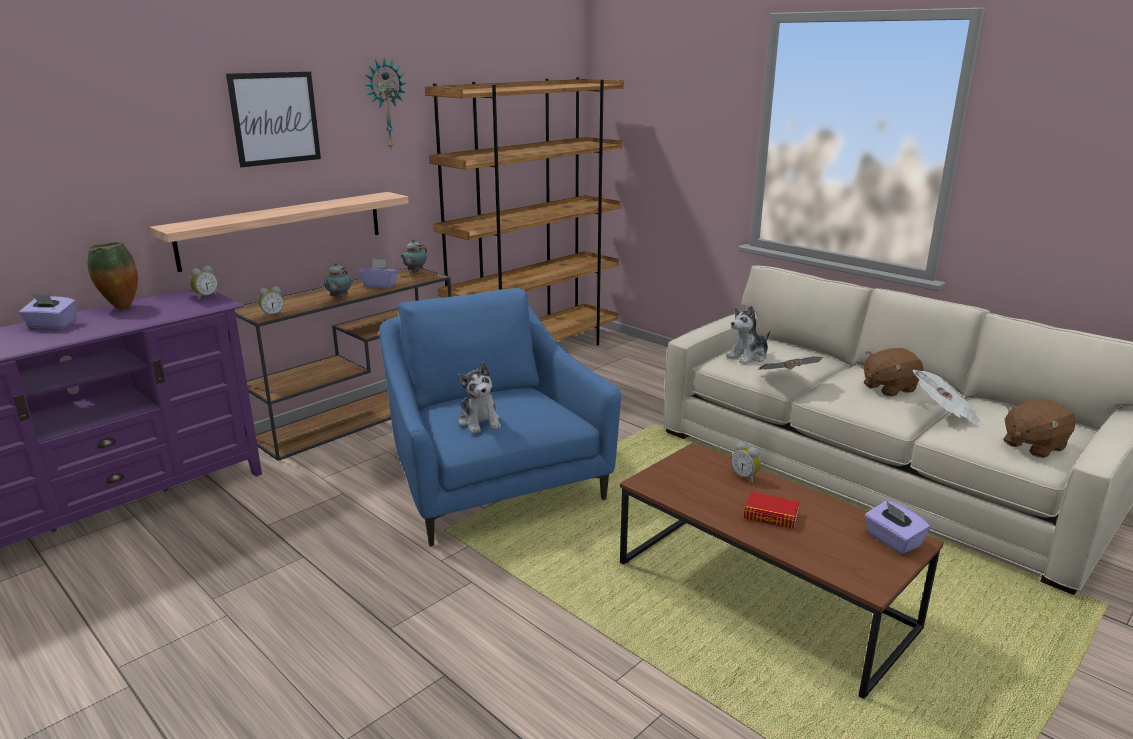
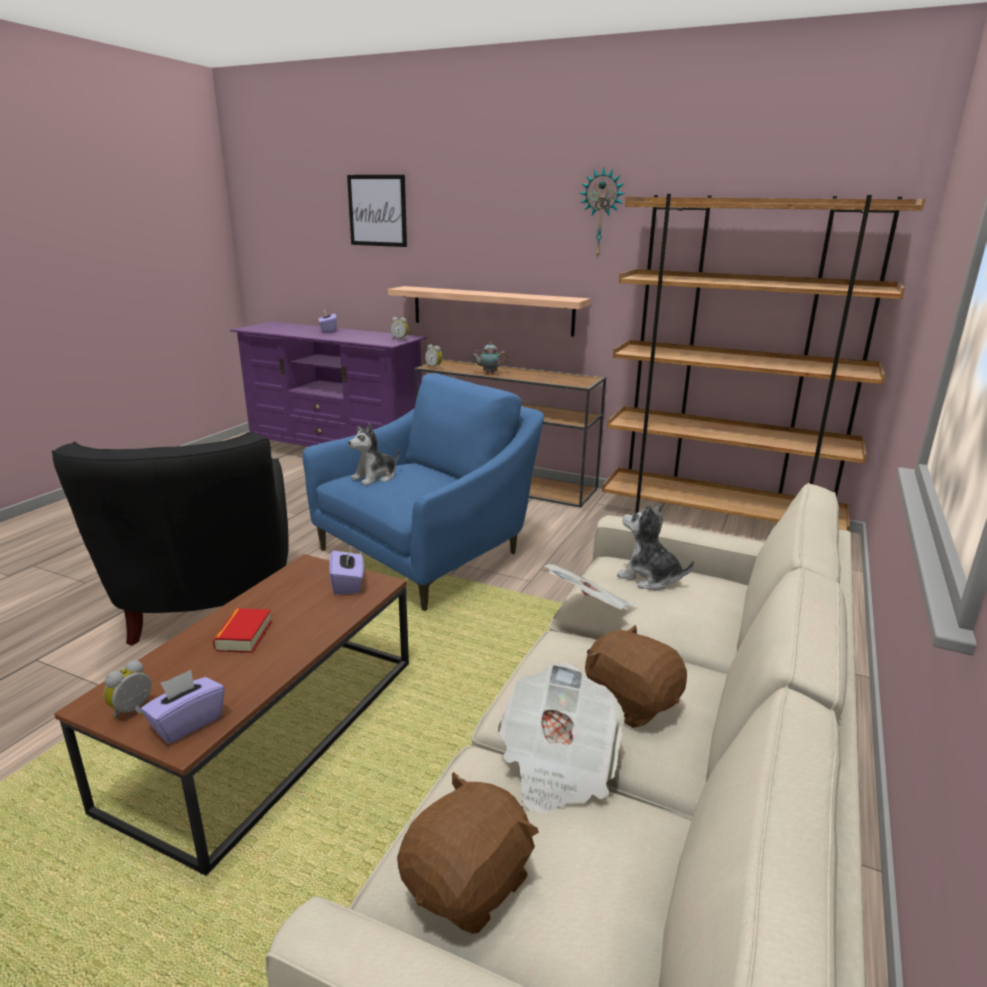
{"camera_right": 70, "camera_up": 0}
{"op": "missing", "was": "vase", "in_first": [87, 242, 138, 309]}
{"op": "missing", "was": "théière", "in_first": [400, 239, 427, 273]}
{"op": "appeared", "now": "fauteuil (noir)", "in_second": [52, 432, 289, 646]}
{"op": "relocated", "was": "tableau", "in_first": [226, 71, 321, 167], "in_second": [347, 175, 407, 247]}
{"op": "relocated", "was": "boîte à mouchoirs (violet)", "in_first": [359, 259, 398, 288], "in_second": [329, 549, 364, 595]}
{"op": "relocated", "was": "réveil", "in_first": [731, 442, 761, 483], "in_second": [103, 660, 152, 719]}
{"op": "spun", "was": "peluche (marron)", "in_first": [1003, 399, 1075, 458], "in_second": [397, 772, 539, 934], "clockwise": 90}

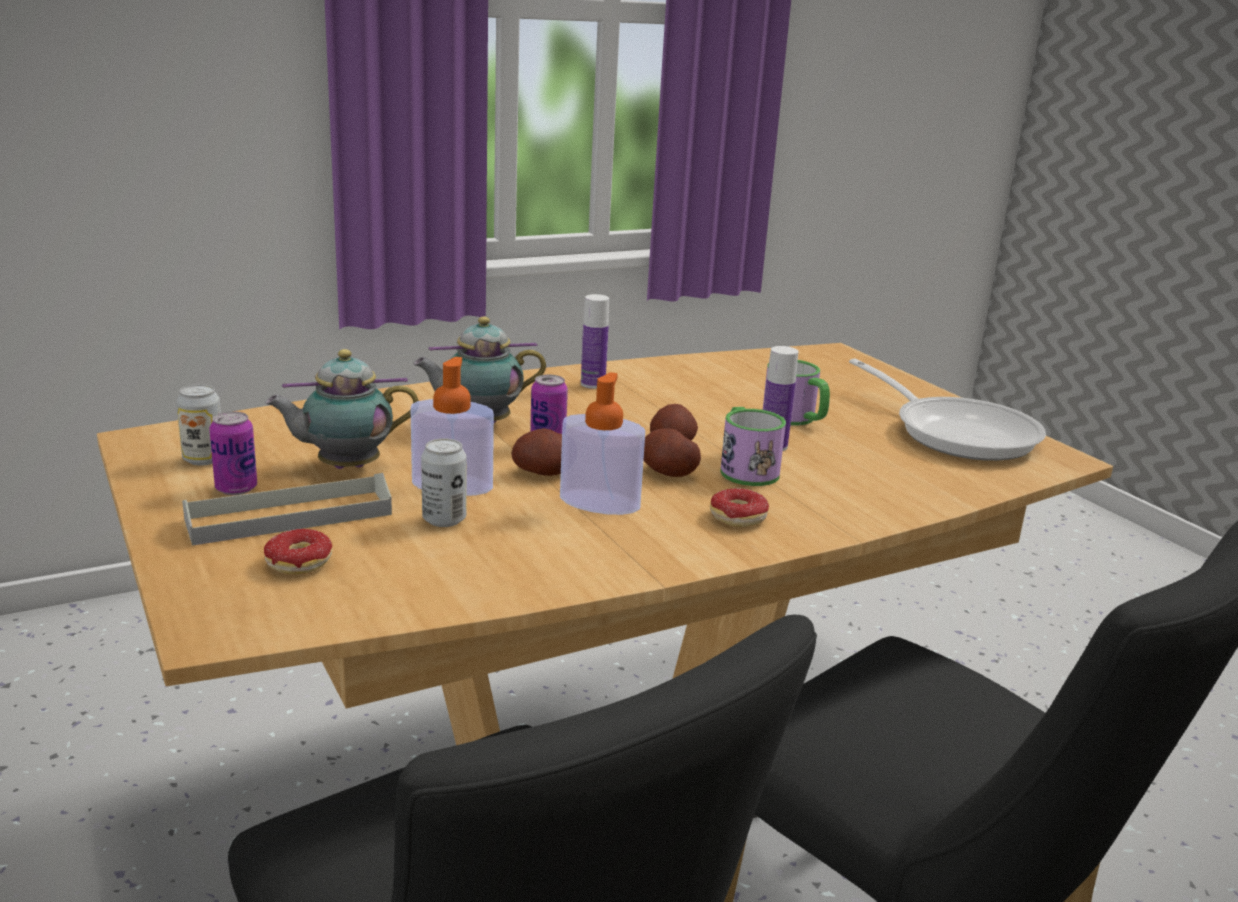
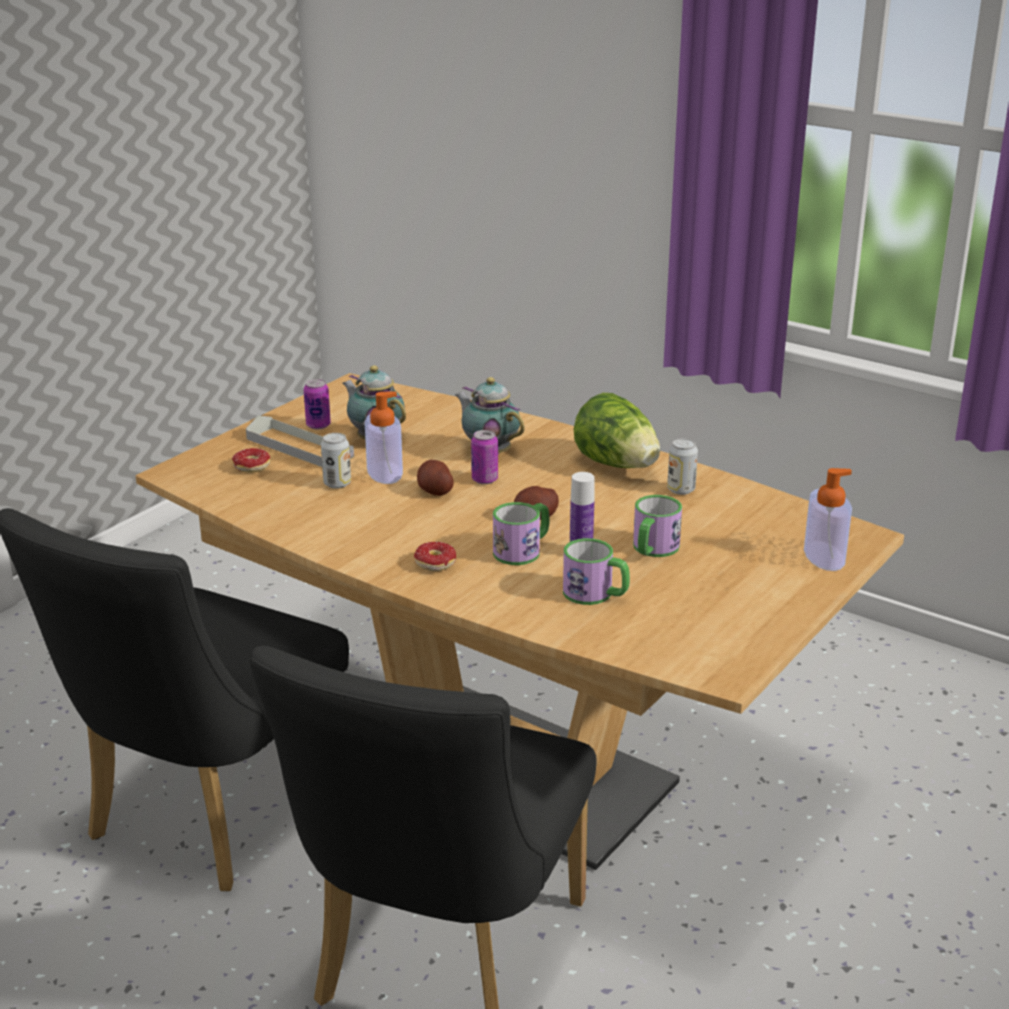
{"camera_right": 65, "camera_up": 5}
{"op": "missing", "was": "pomme de terre", "in_first": [643, 429, 701, 477]}
{"op": "missing", "was": "poêle", "in_first": [849, 359, 1046, 461]}
{"op": "appeared", "now": "mug", "in_second": [563, 538, 630, 605]}
{"op": "relocated", "was": "boîte métallique", "in_first": [176, 384, 221, 466], "in_second": [667, 438, 698, 495]}
{"op": "relocated", "was": "distributeur de savon", "in_first": [560, 372, 645, 515], "in_second": [804, 468, 852, 571]}
{"op": "exchanged", "was": "bouteille", "now": "laitue", "in_first": [581, 294, 609, 389], "in_second": [574, 393, 660, 468]}

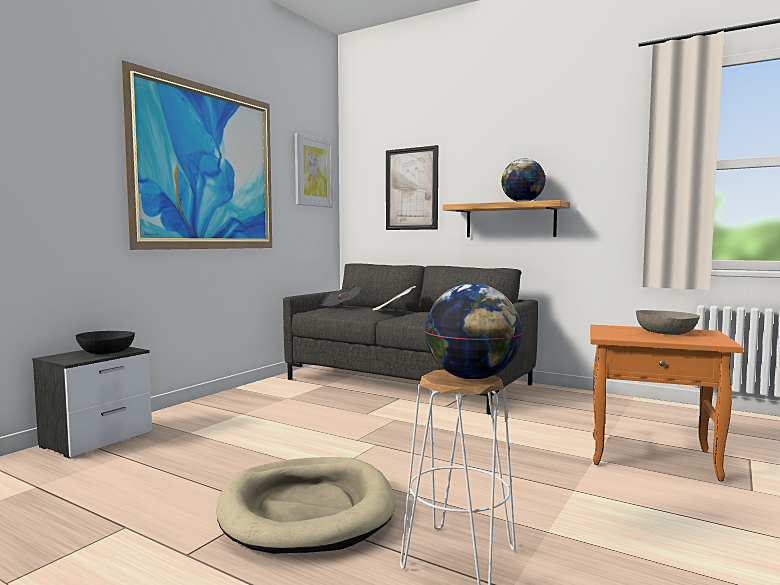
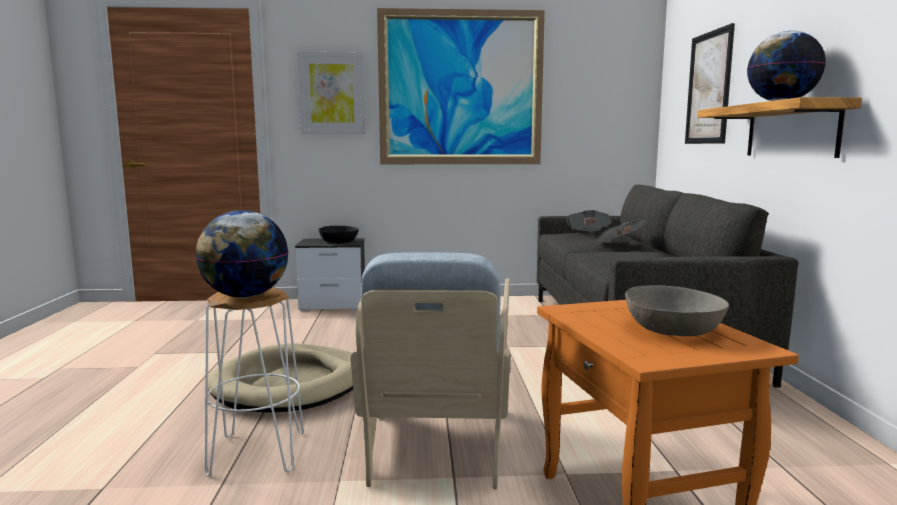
{"camera_right": 55, "camera_up": 5}
{"op": "appeared", "now": "fauteuil (beige)", "in_second": [351, 252, 511, 489]}
{"op": "relocated", "was": "tableau", "in_first": [295, 133, 333, 208], "in_second": [297, 52, 366, 134]}

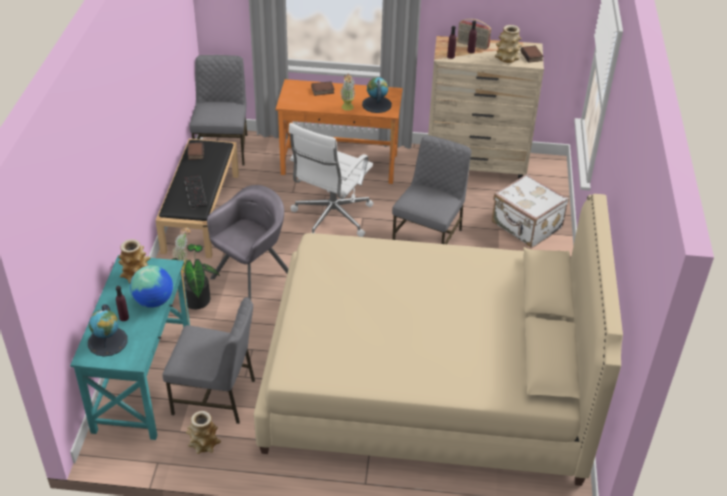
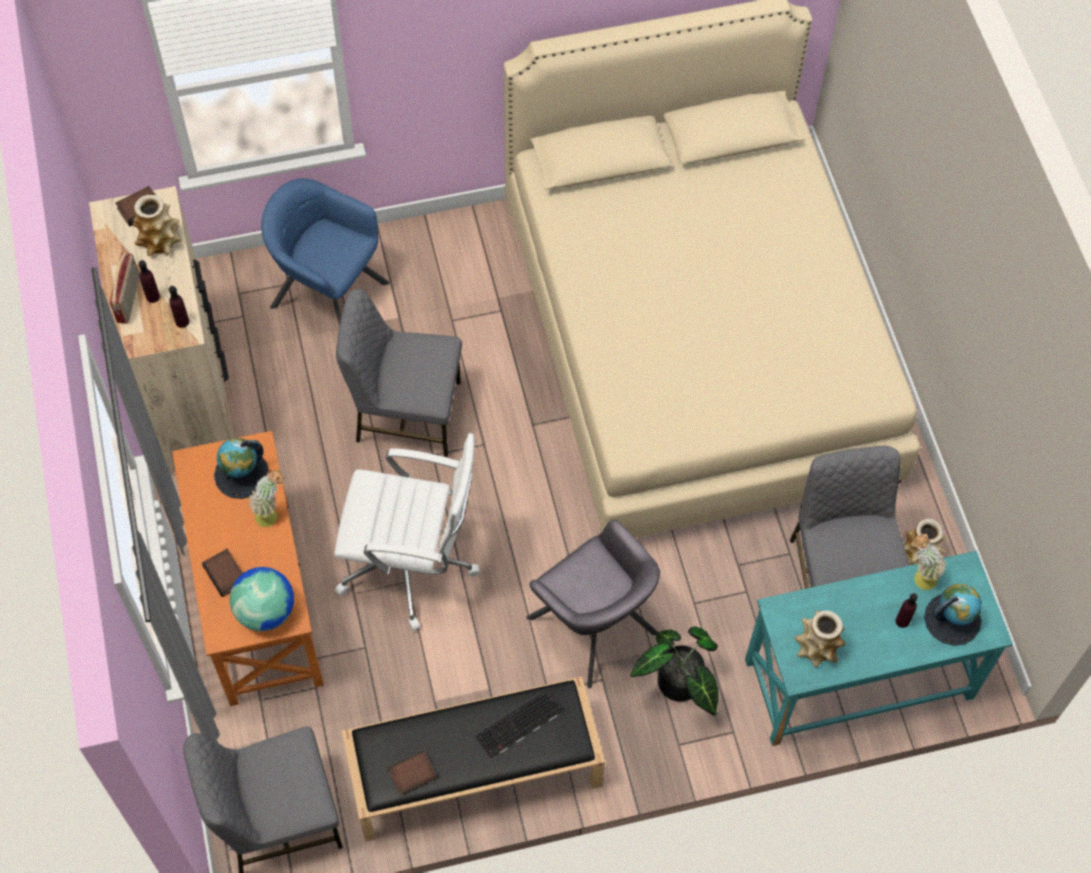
{"camera_right": -110, "camera_up": 20}
{"op": "relocated", "was": "globe", "in_first": [130, 265, 173, 308], "in_second": [230, 567, 294, 631]}
{"op": "relocated", "was": "plante en pot", "in_first": [172, 226, 191, 273], "in_second": [913, 533, 946, 590]}
{"op": "exchanged", "was": "valise (blanc)", "now": "fauteuil (bleu)", "in_first": [492, 174, 569, 248], "in_second": [261, 178, 390, 325]}
{"op": "spun", "was": "fauteuil (gris)", "in_first": [207, 185, 289, 300], "in_second": [526, 520, 660, 688], "clockwise": -150}

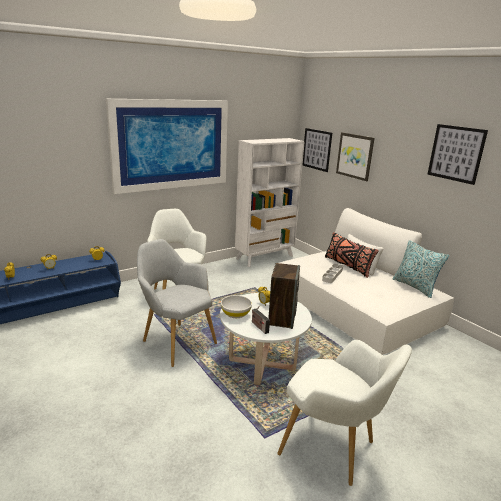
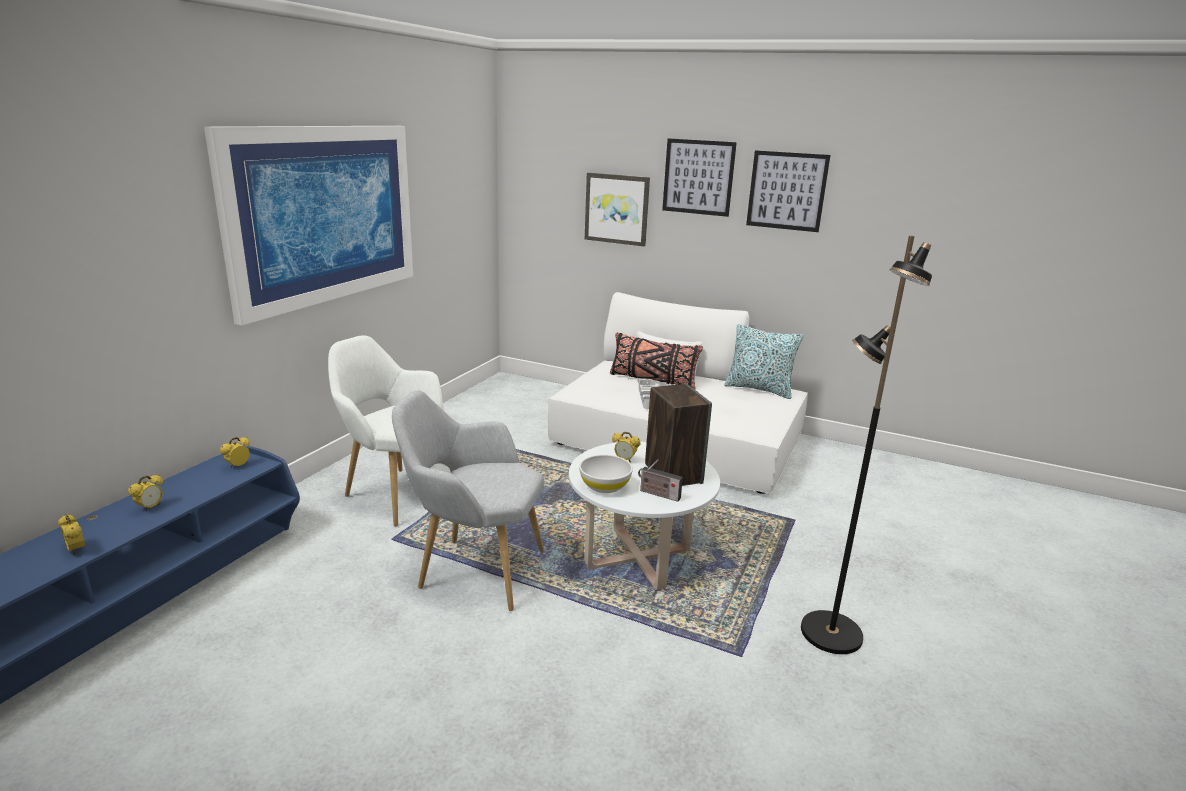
{"camera_right": -30, "camera_up": 0}
{"op": "missing", "was": "bibliothèque (blanc)", "in_first": [235, 138, 305, 267]}
{"op": "relocated", "was": "tableau", "in_first": [302, 128, 332, 172], "in_second": [662, 138, 737, 217]}
{"op": "exchanged", "was": "fauteuil (blanc)", "now": "lampadaire (noir)", "in_first": [278, 340, 412, 486], "in_second": [801, 235, 932, 654]}

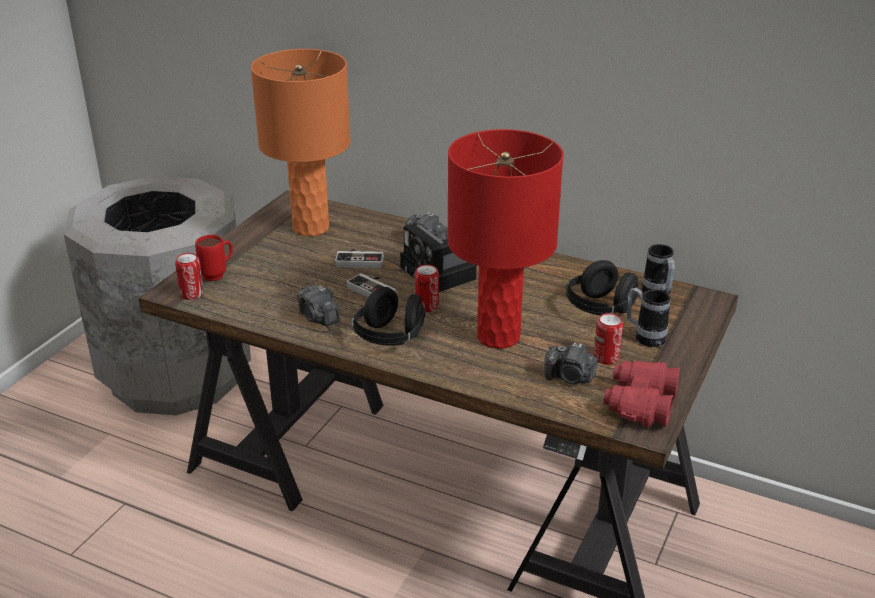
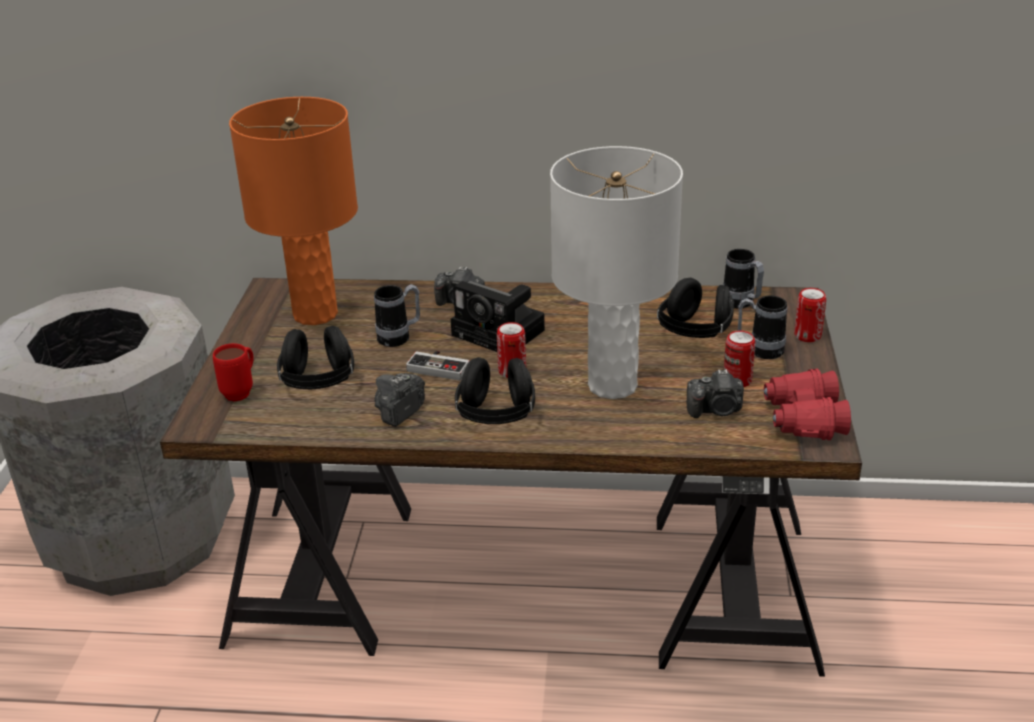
{"camera_right": -20, "camera_up": 0}
{"op": "appeared", "now": "casque audio (noir)", "in_second": [277, 326, 354, 389]}
{"op": "relocated", "was": "boîte métallique", "in_first": [175, 253, 204, 300], "in_second": [794, 288, 826, 342]}
{"op": "exchanged", "was": "manette", "now": "mug", "in_first": [335, 248, 384, 268], "in_second": [374, 284, 420, 347]}
{"op": "colour", "was": "lampe de table (rouge)", "now": "lampe de table (blanc)", "in_first": [447, 129, 564, 349], "in_second": [550, 146, 683, 399]}
{"op": "spun", "was": "appareil photo", "in_first": [297, 285, 340, 326], "in_second": [375, 373, 425, 427], "clockwise": 90}

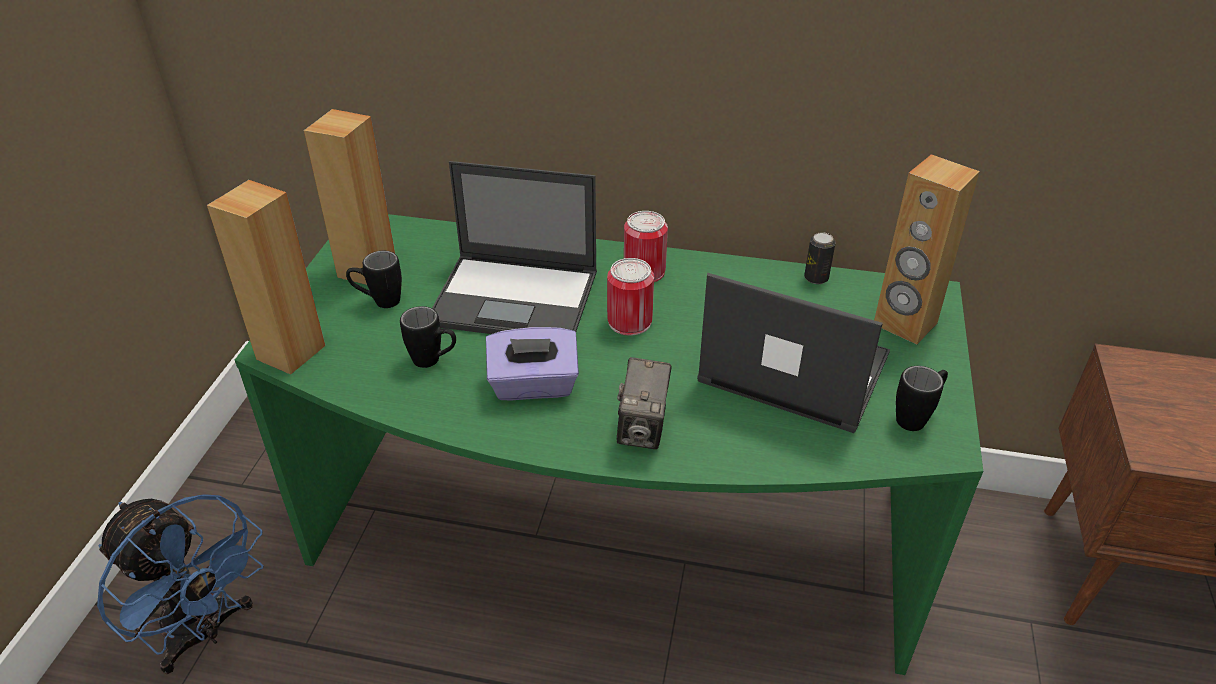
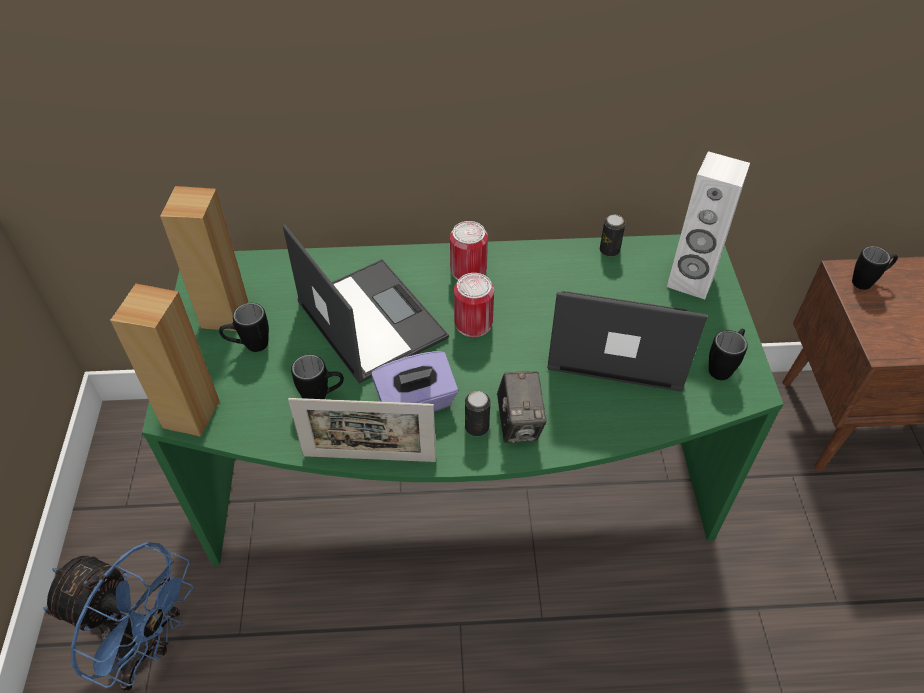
{"camera_right": -15, "camera_up": 10}
{"op": "appeared", "now": "cadre photo", "in_second": [288, 398, 436, 462]}
{"op": "appeared", "now": "boîte métallique", "in_second": [465, 391, 490, 436]}
{"op": "appeared", "now": "mug (noir)", "in_second": [852, 246, 898, 290]}
{"op": "colour", "was": "enceinte (marron)", "now": "enceinte (blanc)", "in_first": [874, 154, 980, 344], "in_second": [667, 151, 750, 299]}
{"op": "spun", "was": "ordinateur portable", "in_first": [432, 161, 597, 334], "in_second": [283, 224, 449, 384], "clockwise": -120}

